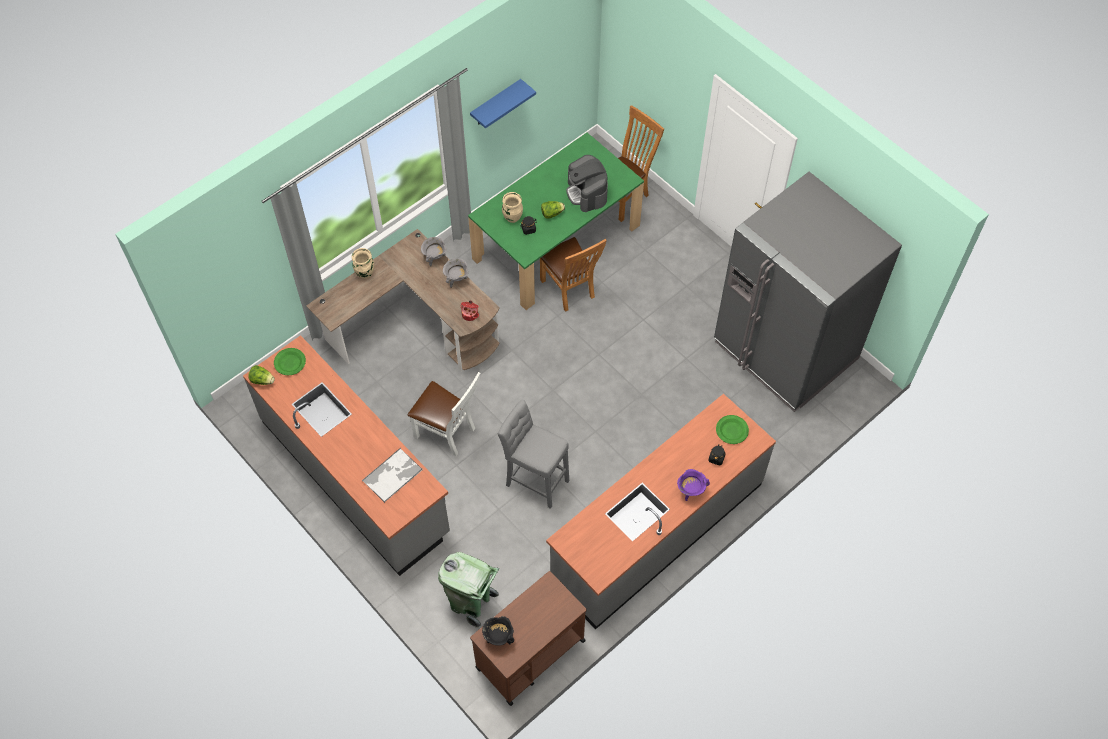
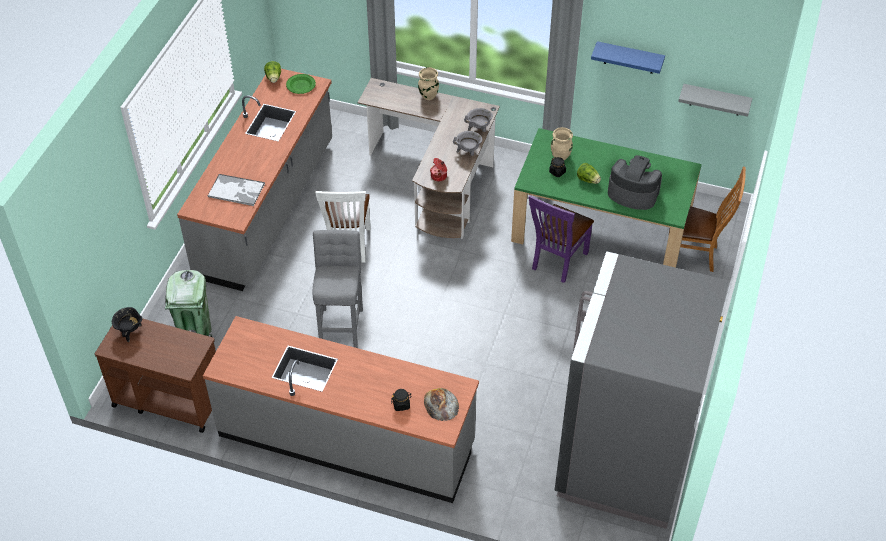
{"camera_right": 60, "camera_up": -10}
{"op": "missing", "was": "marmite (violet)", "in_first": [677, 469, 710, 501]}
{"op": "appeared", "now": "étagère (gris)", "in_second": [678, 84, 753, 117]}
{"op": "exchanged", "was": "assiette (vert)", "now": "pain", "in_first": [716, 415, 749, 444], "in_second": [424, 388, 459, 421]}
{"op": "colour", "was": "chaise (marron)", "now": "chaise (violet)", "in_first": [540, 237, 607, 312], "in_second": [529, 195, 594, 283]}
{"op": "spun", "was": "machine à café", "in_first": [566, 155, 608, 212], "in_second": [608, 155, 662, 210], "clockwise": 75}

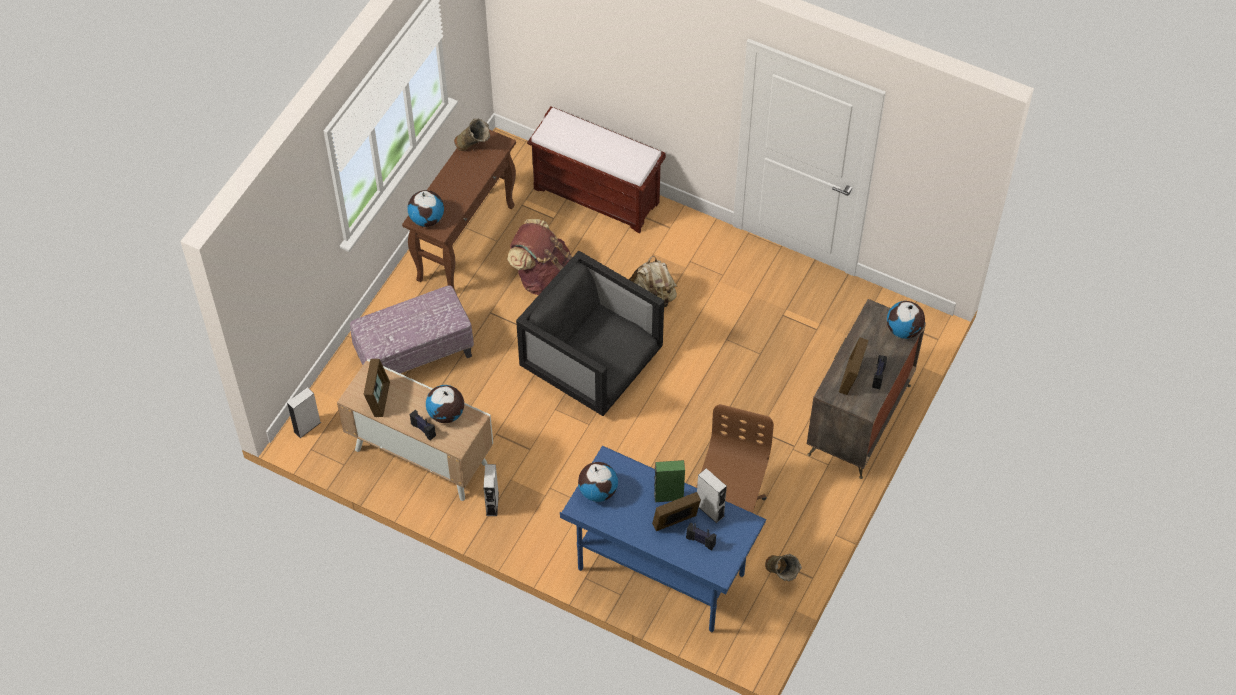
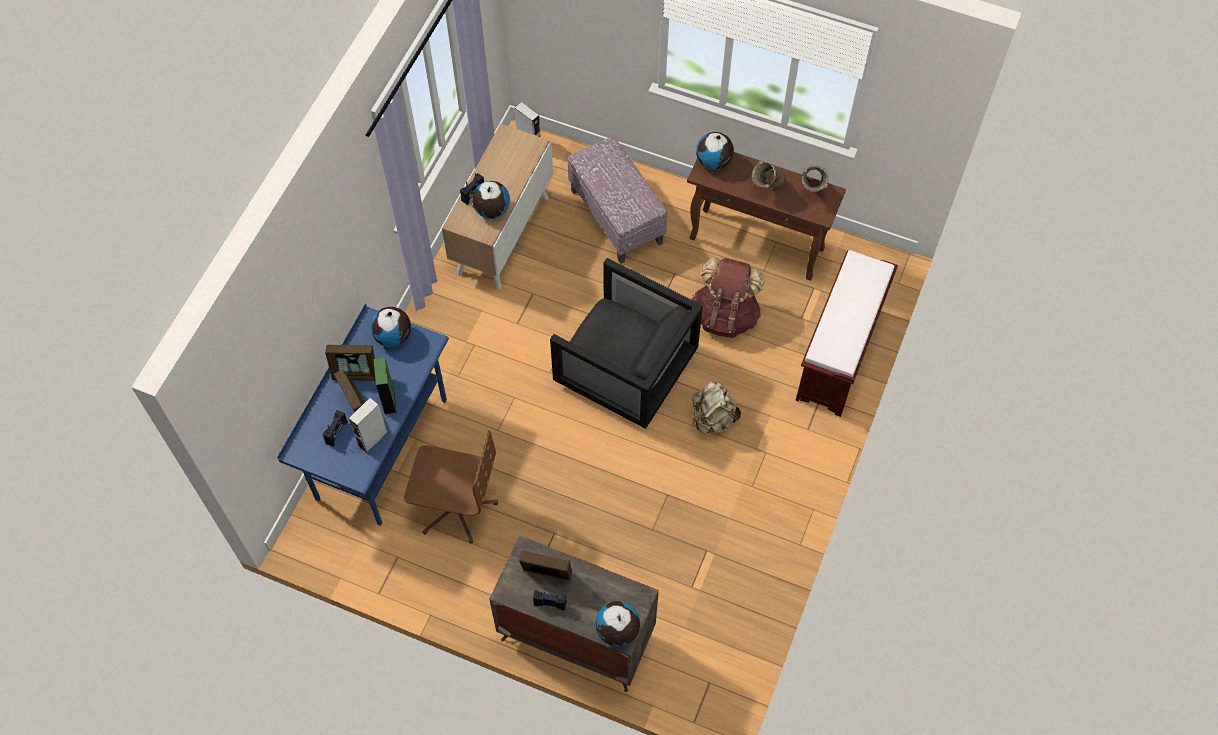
{"camera_right": 85, "camera_up": 5}
{"op": "missing", "was": "enceinte (gris)", "in_first": [483, 464, 499, 516]}
{"op": "relocated", "was": "cadre photo", "in_first": [364, 359, 390, 417], "in_second": [325, 345, 376, 381]}
{"op": "relocated", "was": "vase (beige)", "in_first": [765, 554, 802, 581], "in_second": [751, 160, 786, 189]}
{"op": "spun", "was": "fauteuil (noir)", "in_first": [516, 251, 664, 416], "in_second": [550, 258, 703, 429], "clockwise": 90}

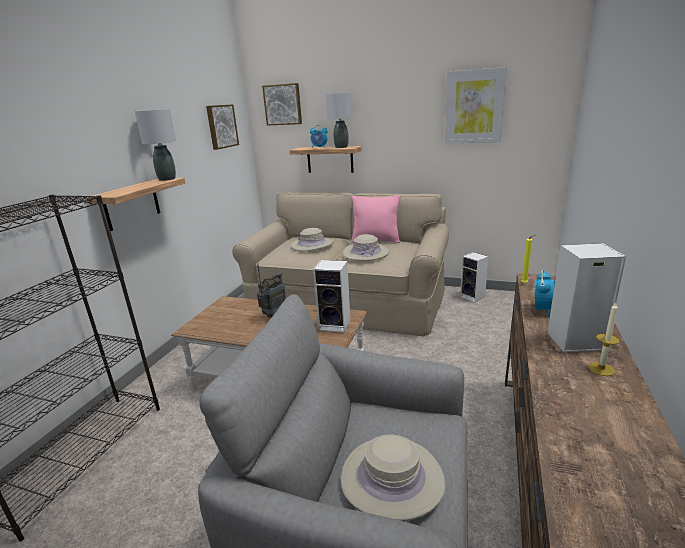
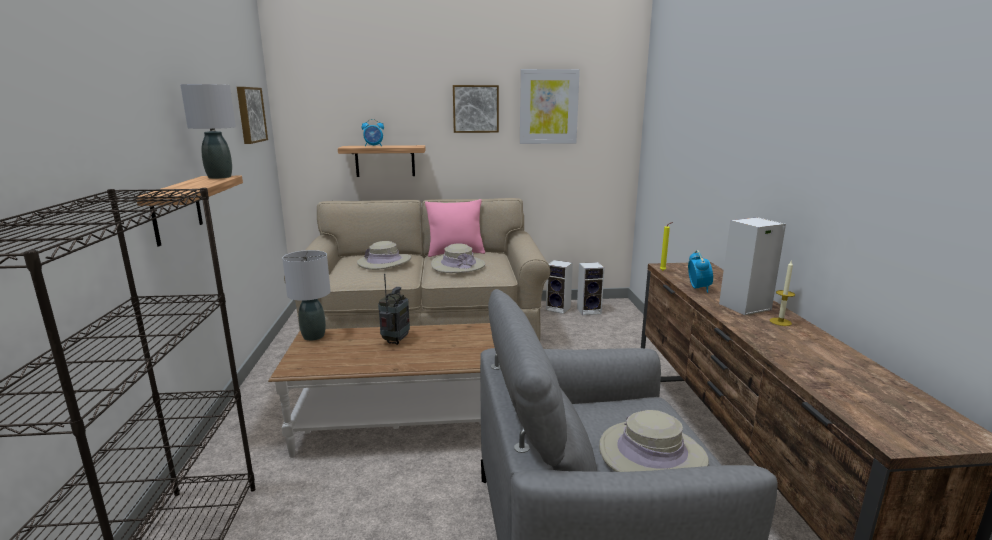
{"camera_right": -25, "camera_up": -5}
{"op": "relocated", "was": "tableau", "in_first": [262, 83, 302, 126], "in_second": [453, 85, 499, 133]}
{"op": "relocated", "was": "enceinte", "in_first": [313, 260, 351, 333], "in_second": [577, 262, 604, 315]}
{"op": "relocated", "was": "lampe de table (gris)", "in_first": [326, 93, 352, 148], "in_second": [282, 250, 331, 341]}

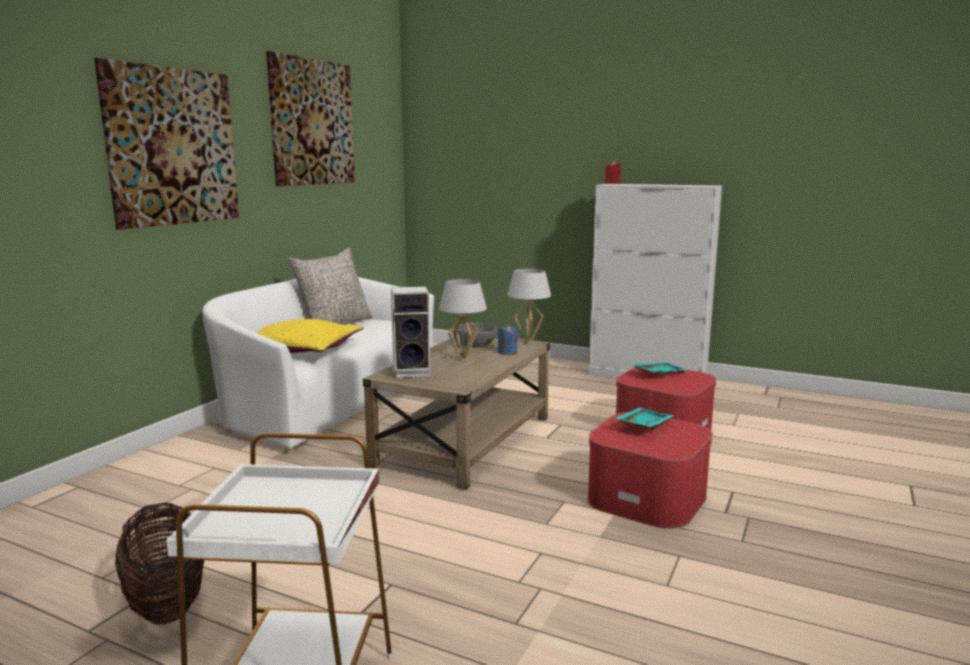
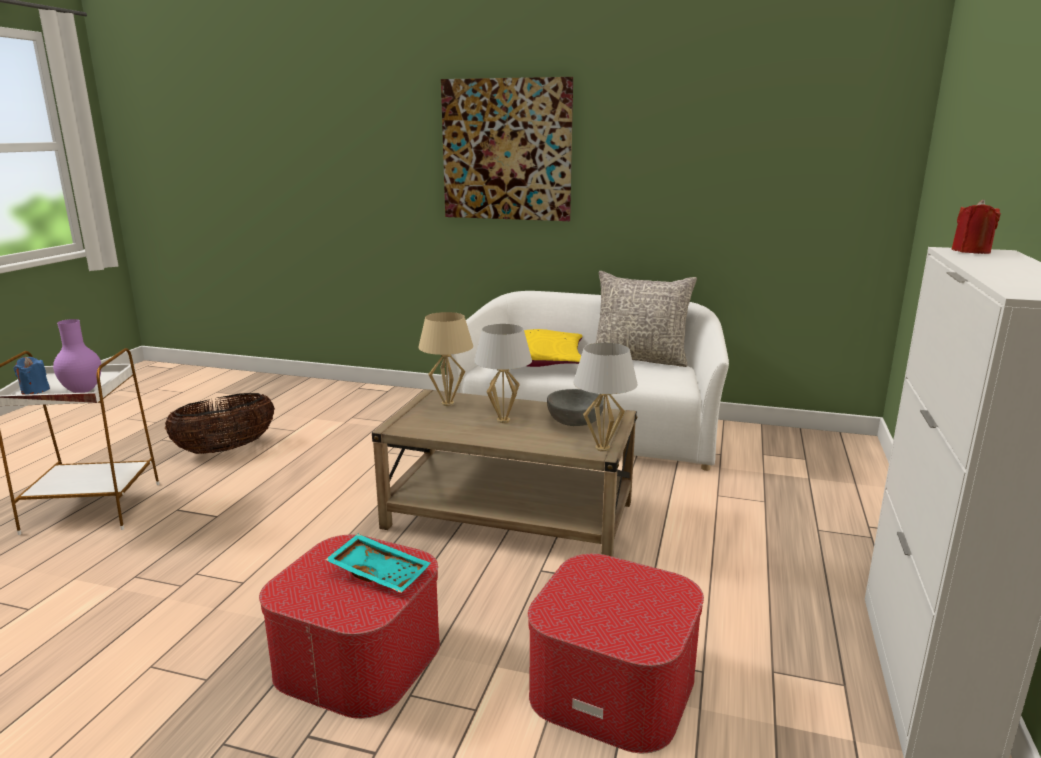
{"camera_right": 80, "camera_up": 5}
{"op": "missing", "was": "tableau", "in_first": [266, 51, 355, 186]}
{"op": "missing", "was": "plateau (turquoise)", "in_first": [630, 362, 687, 377]}
{"op": "appeared", "now": "vase (violet)", "in_second": [53, 319, 102, 393]}
{"op": "relocated", "was": "bougie (bleu)", "in_first": [498, 325, 519, 355], "in_second": [13, 357, 50, 395]}
{"op": "exchanged", "was": "enceinte", "now": "lampe de table (beige)", "in_first": [391, 286, 430, 378], "in_second": [418, 312, 473, 406]}

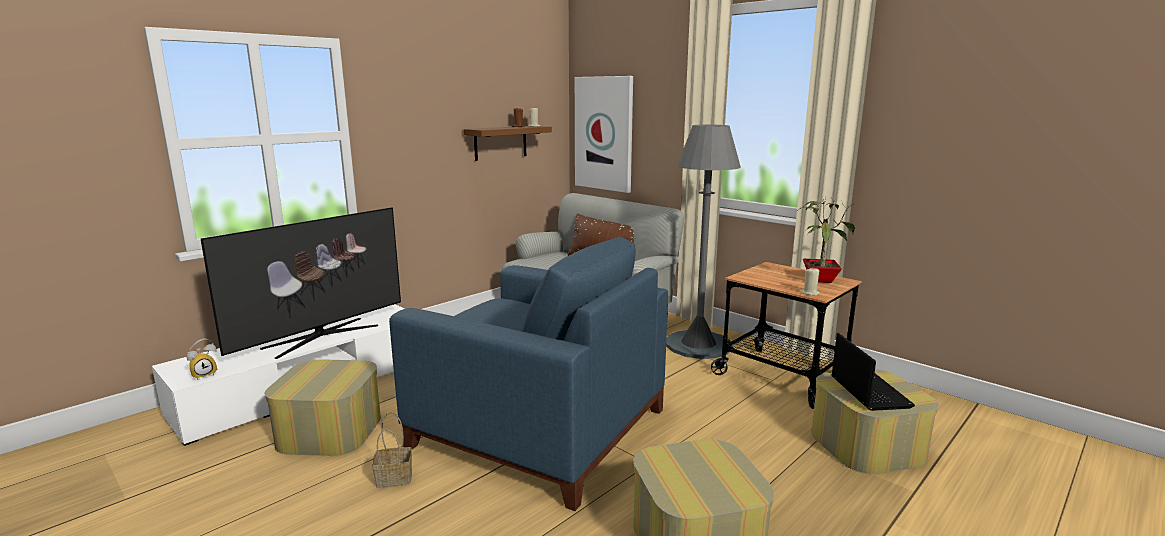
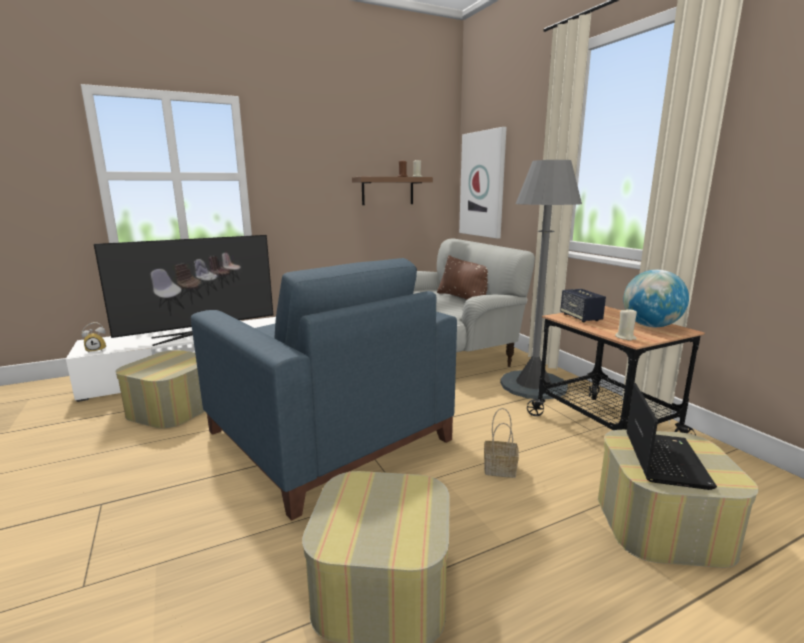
{"camera_right": 20, "camera_up": 0}
{"op": "appeared", "now": "enceinte", "in_second": [560, 289, 606, 322]}
{"op": "relocated", "was": "panier", "in_first": [372, 412, 412, 488], "in_second": [484, 408, 519, 478]}
{"op": "exchanged", "was": "plante en pot", "now": "globe", "in_first": [800, 199, 855, 283], "in_second": [623, 270, 689, 327]}

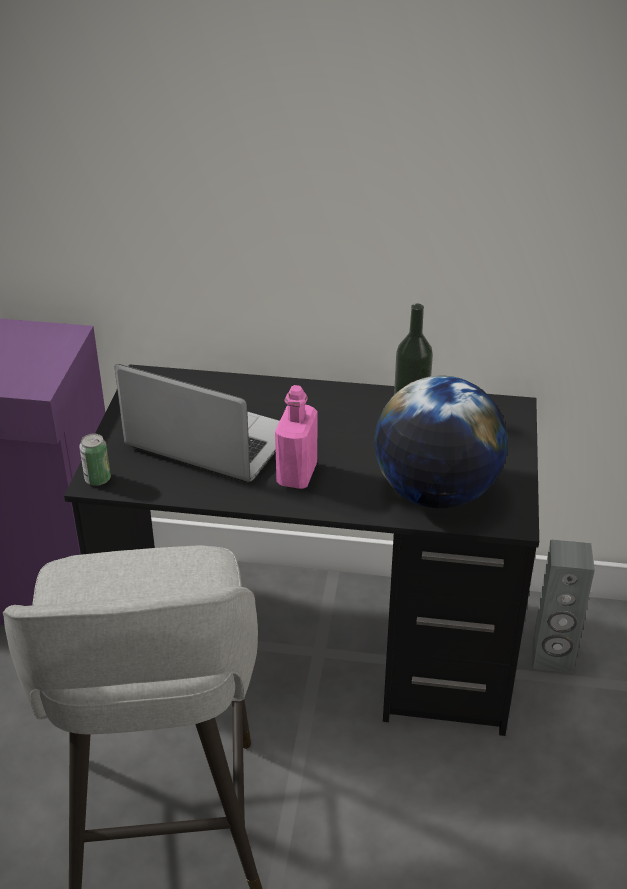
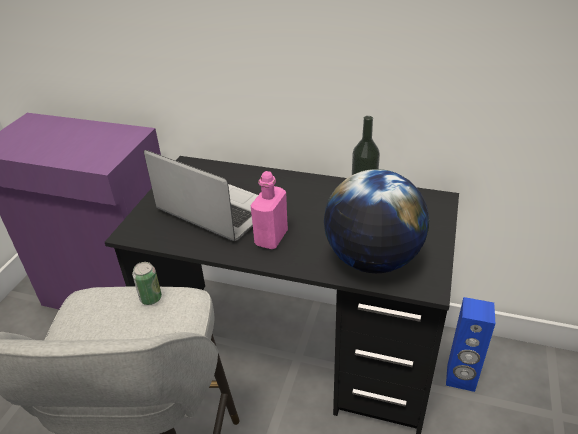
{"camera_right": 10, "camera_up": 0}
{"op": "relocated", "was": "boîte métallique", "in_first": [79, 434, 111, 486], "in_second": [132, 262, 162, 305]}
{"op": "colour", "was": "enceinte (gris)", "now": "enceinte (bleu)", "in_first": [533, 539, 595, 673], "in_second": [446, 297, 495, 392]}

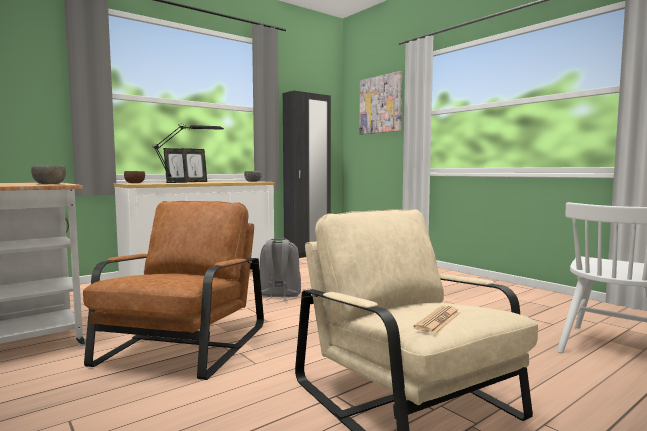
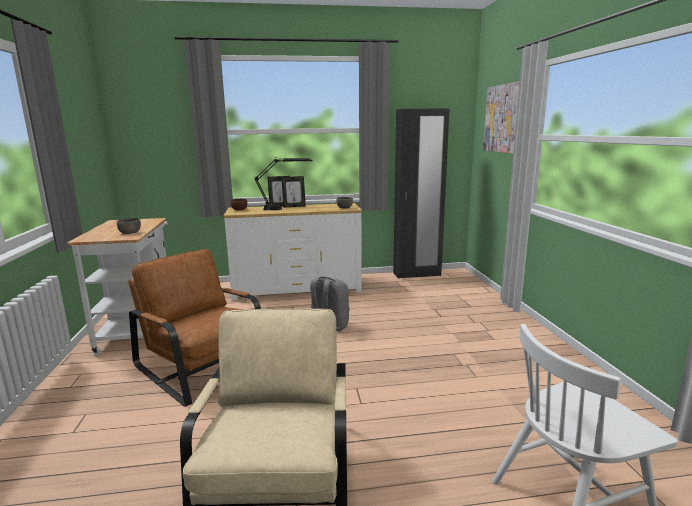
{"camera_right": 30, "camera_up": 10}
{"op": "missing", "was": "journal", "in_first": [414, 306, 461, 334]}
{"op": "spun", "was": "fauteuil (marron)", "in_first": [83, 201, 264, 380], "in_second": [128, 249, 261, 407], "clockwise": -90}

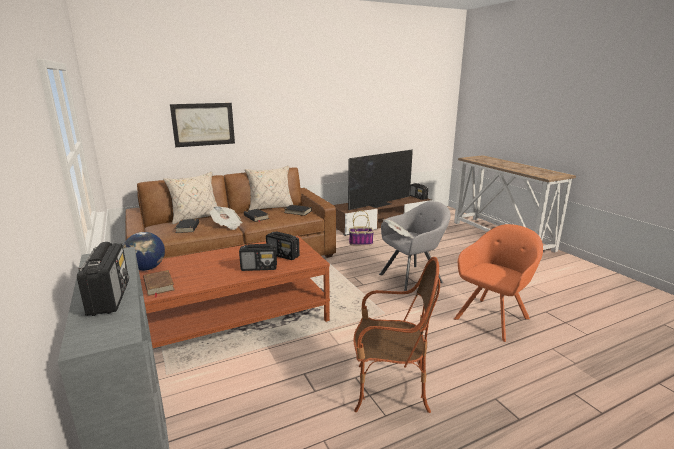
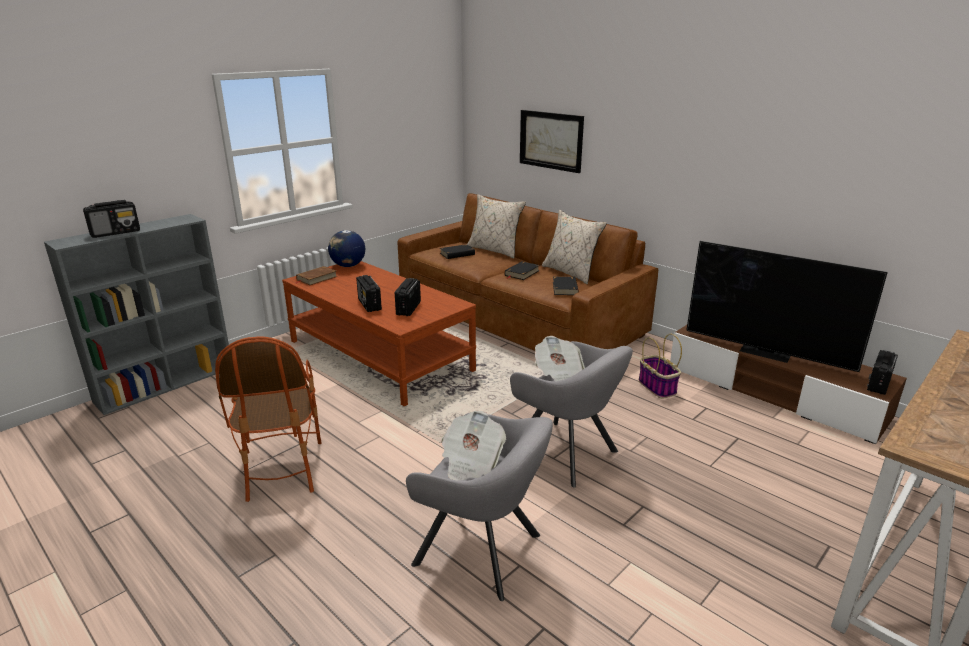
{"camera_right": 70, "camera_up": 5}
{"op": "relocated", "was": "journal", "in_first": [210, 206, 243, 230], "in_second": [441, 411, 506, 481]}
{"op": "colour", "was": "fauteuil (orange)", "now": "fauteuil (gris)", "in_first": [454, 224, 543, 342], "in_second": [406, 413, 553, 601]}

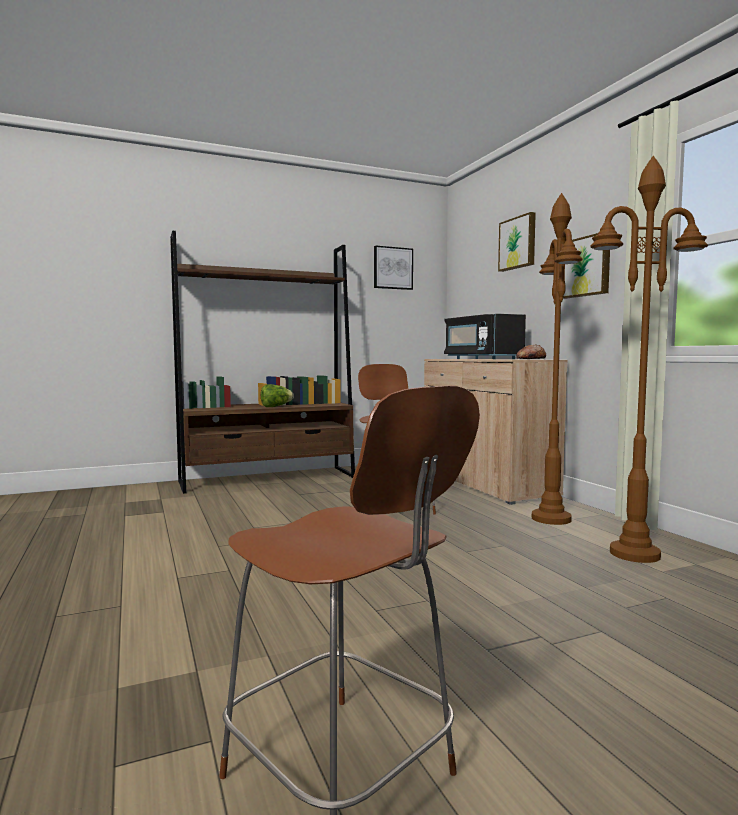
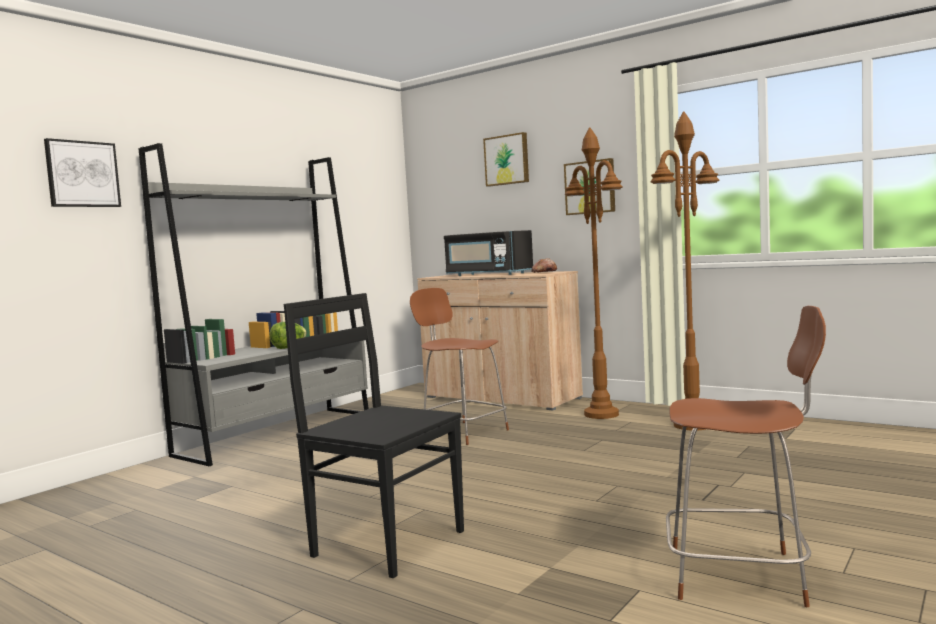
{"camera_right": -30, "camera_up": 0}
{"op": "appeared", "now": "chaise (noir)", "in_second": [284, 293, 464, 579]}
{"op": "relocated", "was": "tableau", "in_first": [374, 245, 413, 290], "in_second": [44, 138, 121, 207]}
{"op": "colour", "was": "bibliothèque (marron)", "now": "bibliothèque (gris)", "in_first": [170, 231, 355, 494], "in_second": [139, 143, 369, 466]}

